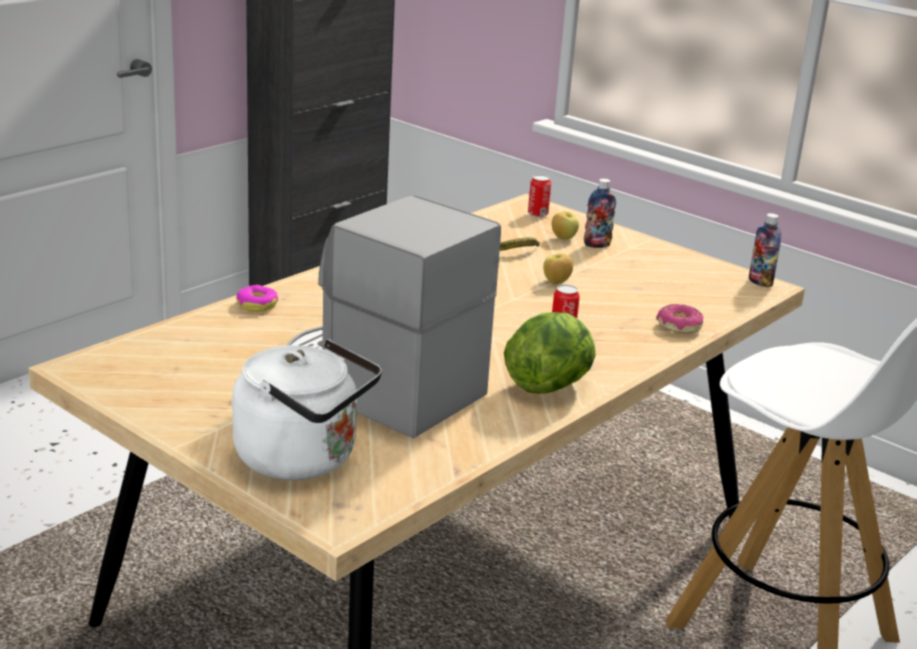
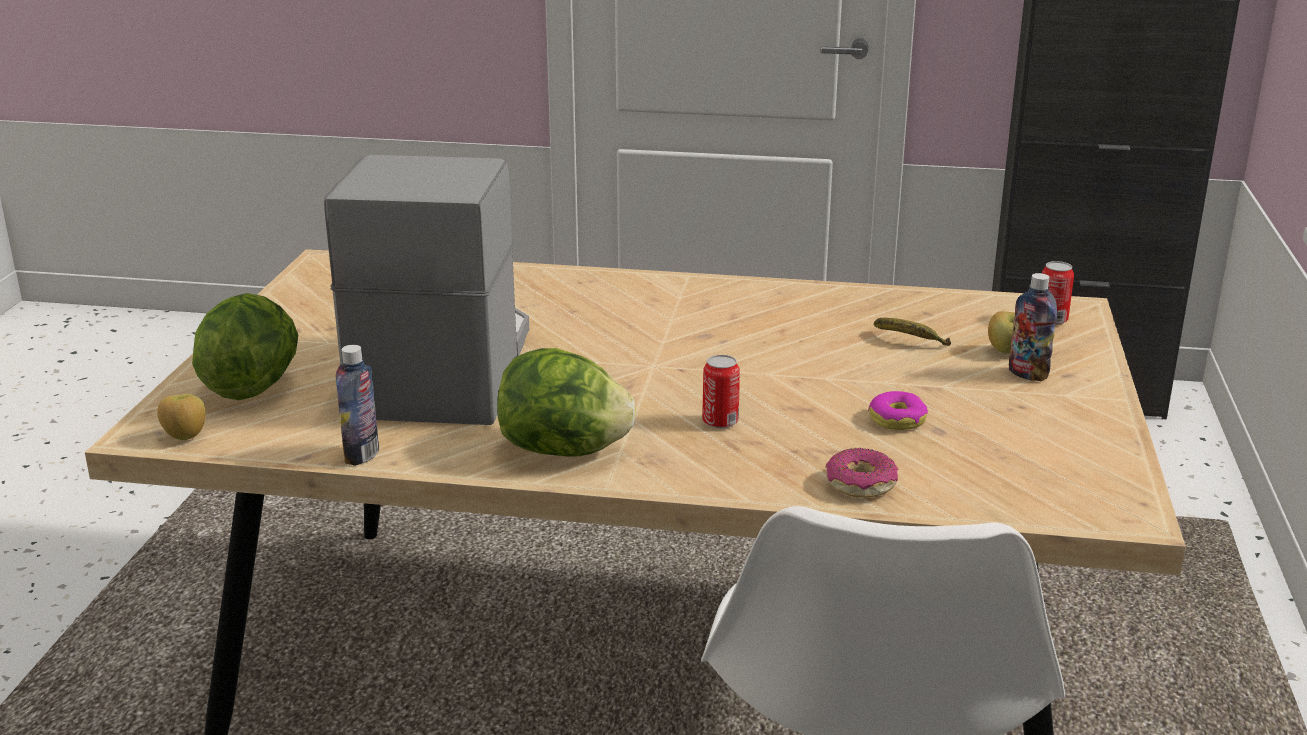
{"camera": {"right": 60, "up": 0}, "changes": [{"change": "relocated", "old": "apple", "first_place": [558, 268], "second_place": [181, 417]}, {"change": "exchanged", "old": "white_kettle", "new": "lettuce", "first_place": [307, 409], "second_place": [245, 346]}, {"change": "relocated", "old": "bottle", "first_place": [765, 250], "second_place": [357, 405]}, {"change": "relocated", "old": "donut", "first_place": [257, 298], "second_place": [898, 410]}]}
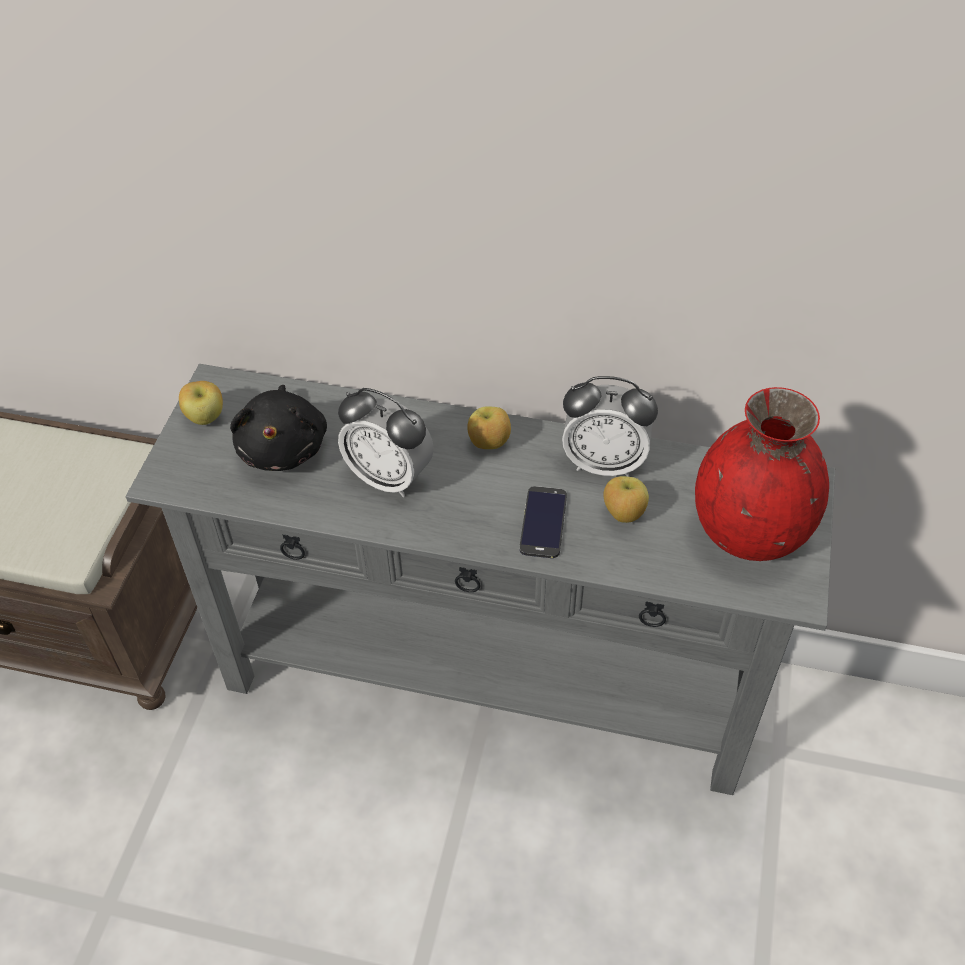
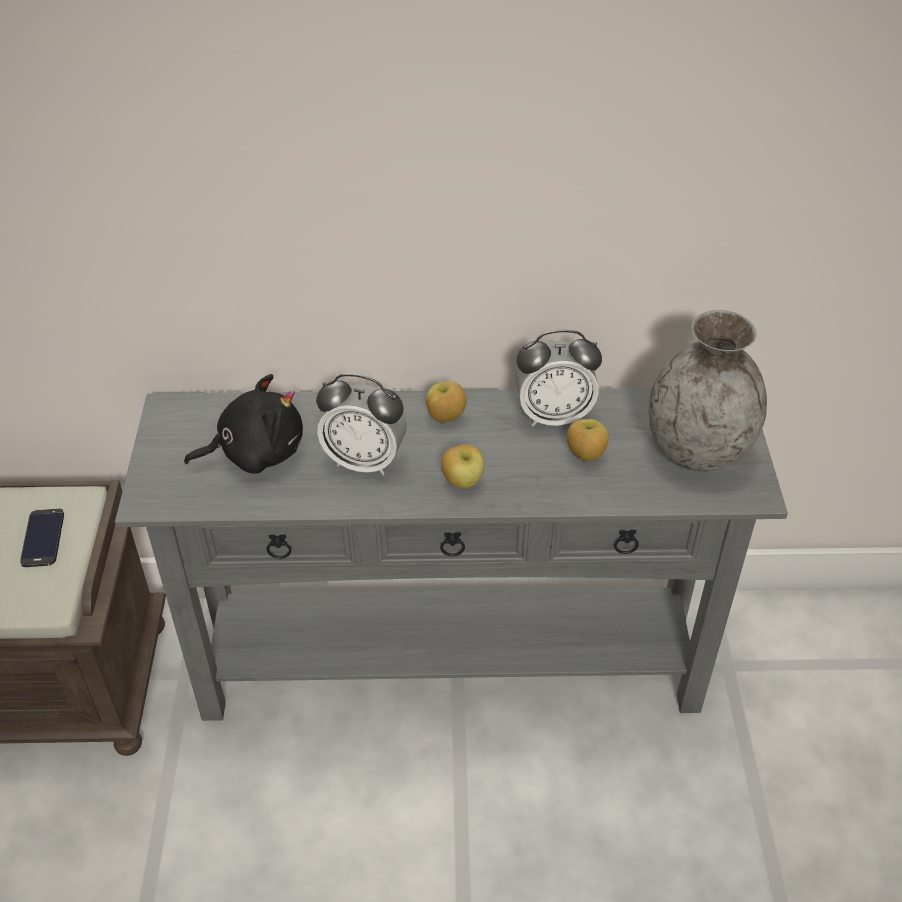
{"camera": {"right": -15, "up": -5}, "changes": [{"change": "relocated", "old": "phone", "first_place": [543, 522], "second_place": [42, 538]}, {"change": "spun", "old": "black_plush_toy", "first_place": [278, 428], "second_place": [243, 424], "degrees": -90}, {"change": "relocated", "old": "apple", "first_place": [201, 403], "second_place": [463, 466]}, {"change": "colour", "old": "red_vase", "new": "grey_vase", "first_place": [762, 474], "second_place": [707, 390]}]}
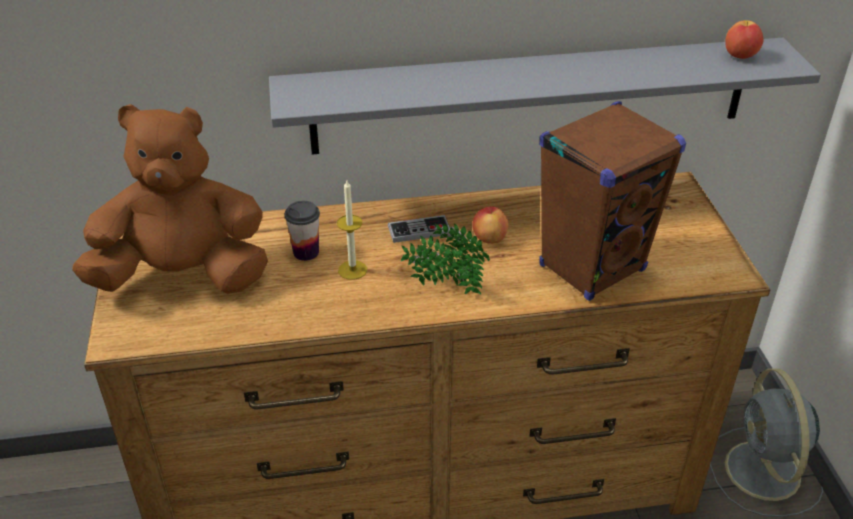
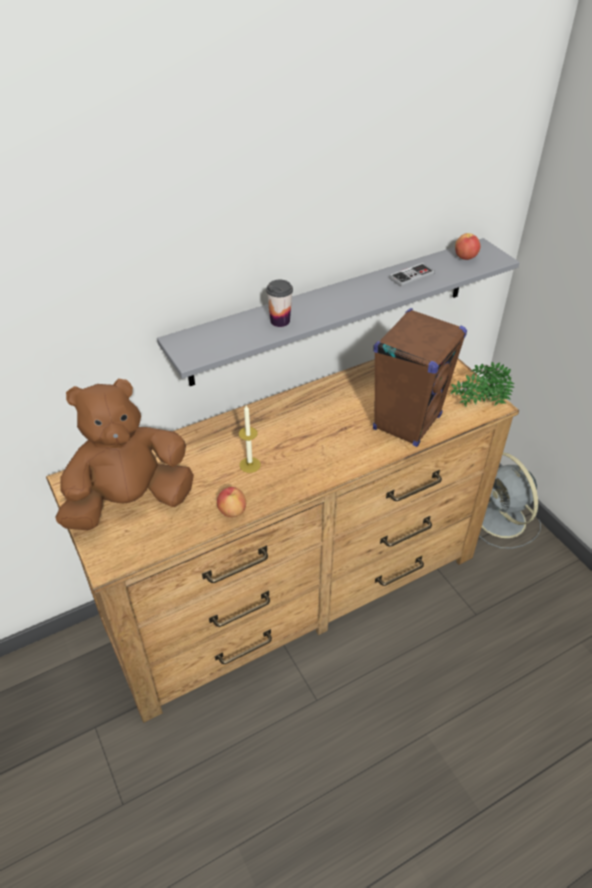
{"camera": {"right": -20, "up": 5}, "changes": [{"change": "relocated", "old": "apple", "first_place": [490, 225], "second_place": [231, 502]}, {"change": "relocated", "old": "cup", "first_place": [302, 231], "second_place": [279, 303]}, {"change": "relocated", "old": "game_controller", "first_place": [419, 229], "second_place": [412, 275]}, {"change": "relocated", "old": "potted_plant", "first_place": [445, 259], "second_place": [482, 384]}]}
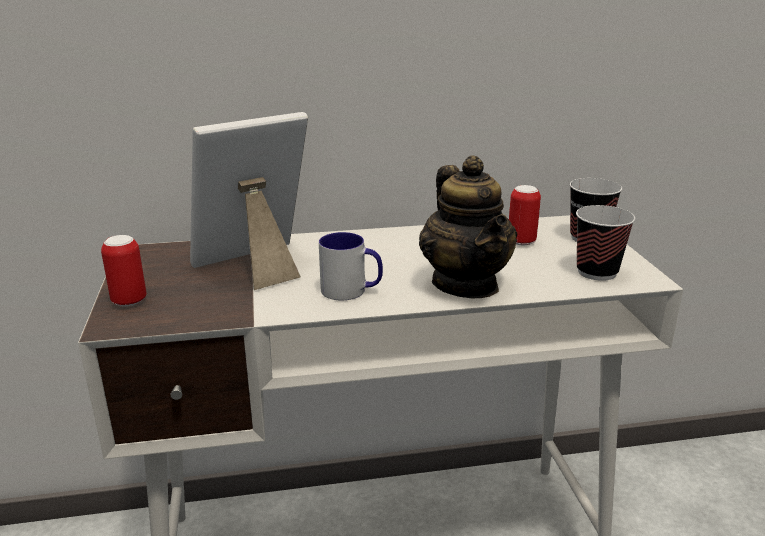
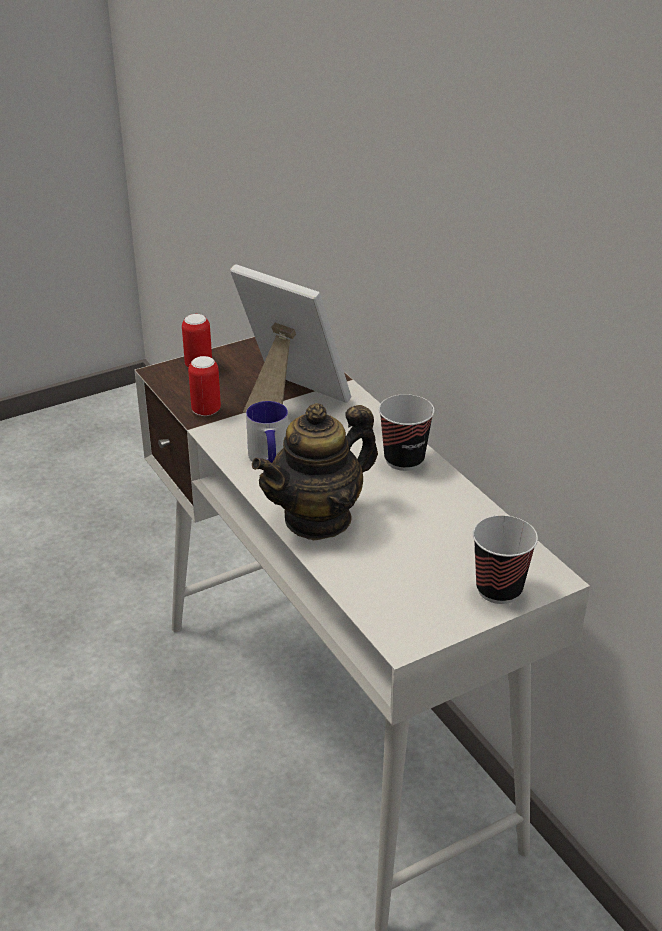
{"camera": {"right": 70, "up": 10}, "changes": [{"change": "relocated", "old": "can", "first_place": [525, 215], "second_place": [204, 386]}, {"change": "relocated", "old": "cup", "first_place": [605, 243], "second_place": [407, 432]}]}
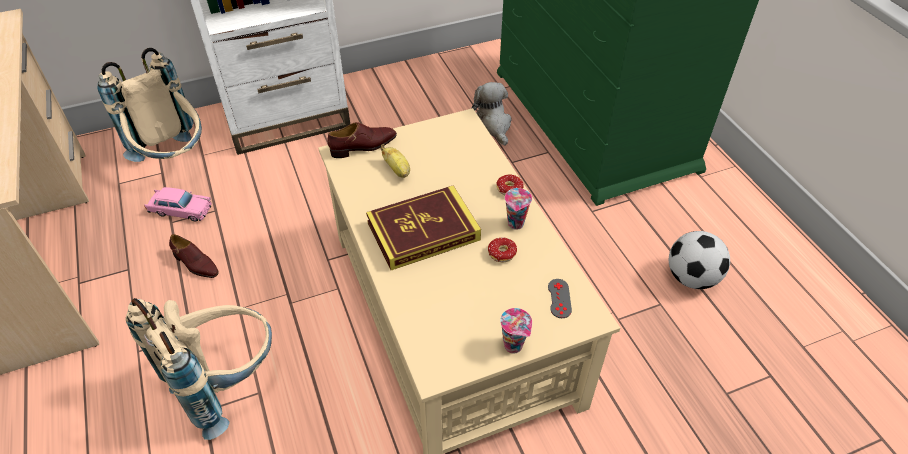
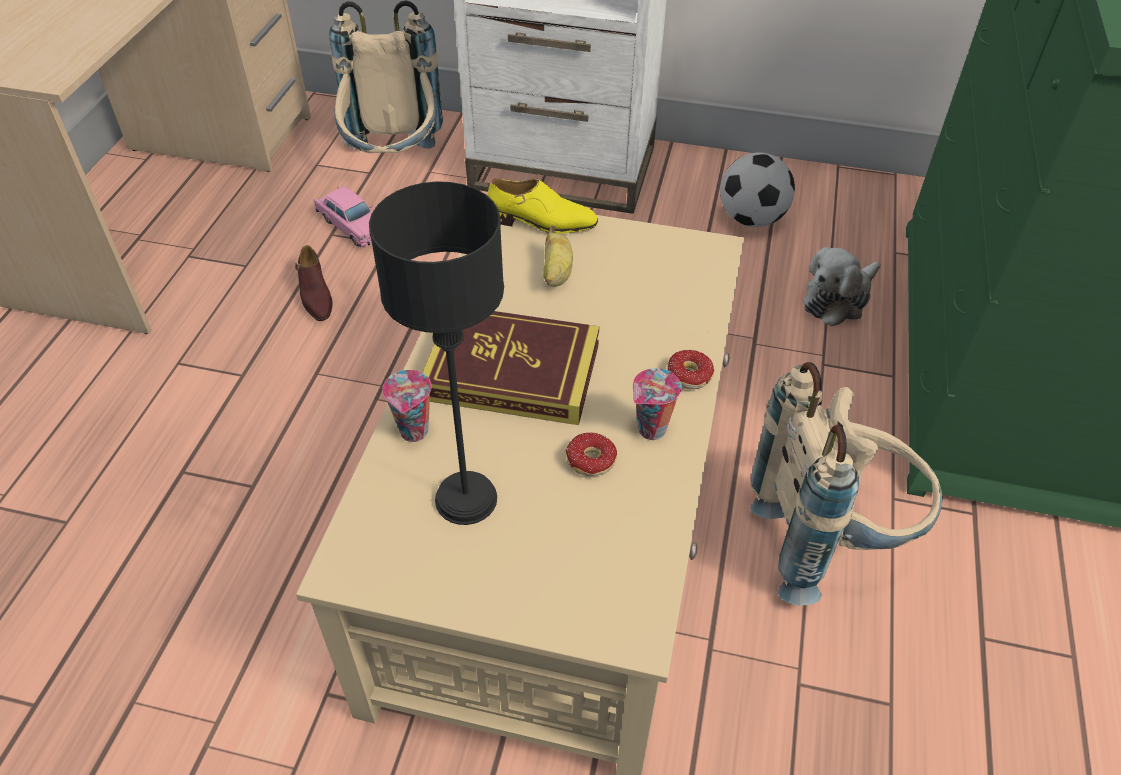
{"camera": {"right": 35, "up": 0}, "changes": [{"change": "appeared", "new": "black_table_lamp", "second_place": [436, 353]}, {"change": "relocated", "old": "cup", "first_place": [516, 330], "second_place": [407, 406]}, {"change": "colour", "old": "brown_shoe", "new": "yellow_shoe", "first_place": [362, 140], "second_place": [543, 206]}, {"change": "relocated", "old": "football", "first_place": [699, 260], "second_place": [757, 189]}, {"change": "relocated", "old": "beige_backpack", "first_place": [199, 369], "second_place": [846, 484]}, {"change": "spun", "old": "plush_toy", "first_place": [491, 114], "second_place": [842, 287], "degrees": -150}, {"change": "missing", "old": "grey_game_controller", "first_place": [560, 298]}]}
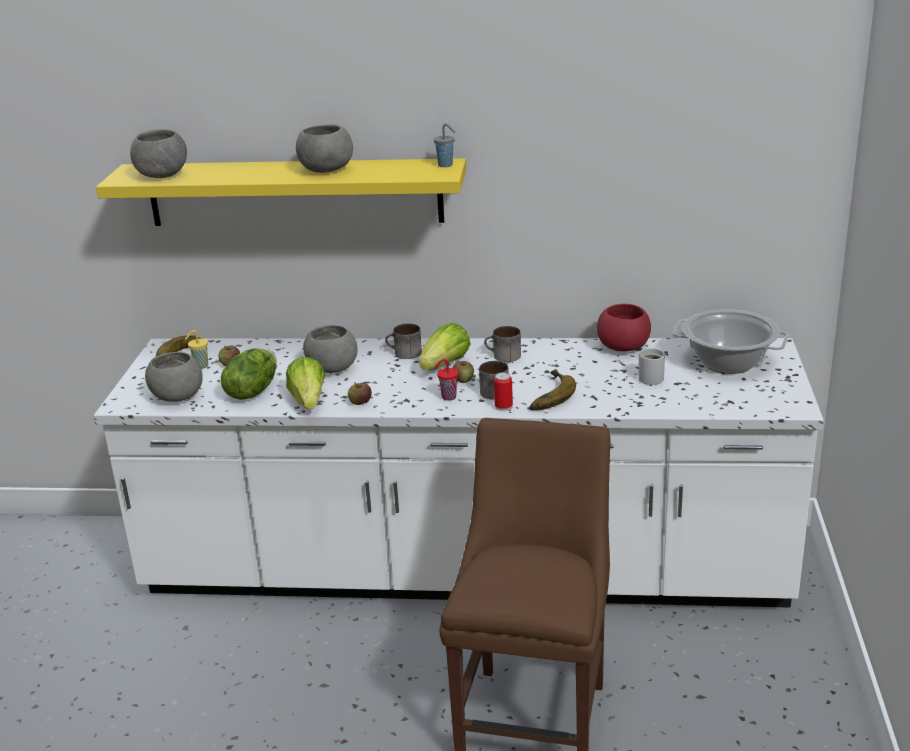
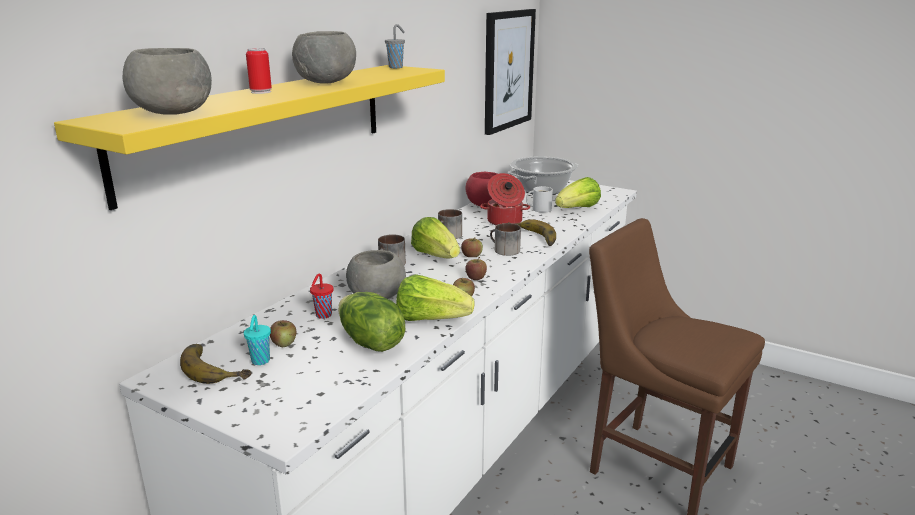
{"camera": {"right": -65, "up": -5}, "changes": [{"change": "colour", "old": "yellow_cup", "new": "turquoise_cup", "first_place": [196, 349], "second_place": [257, 340]}, {"change": "relocated", "old": "can", "first_place": [503, 391], "second_place": [259, 71]}, {"change": "relocated", "old": "red_cup", "first_place": [446, 380], "second_place": [321, 296]}, {"change": "appeared", "new": "apple", "second_place": [476, 268]}, {"change": "appeared", "new": "cooking_pot", "second_place": [505, 199]}, {"change": "appeared", "new": "picture", "second_place": [510, 72]}, {"change": "appeared", "new": "lettuce", "second_place": [578, 192]}, {"change": "missing", "old": "grey_bowl", "first_place": [174, 377]}]}
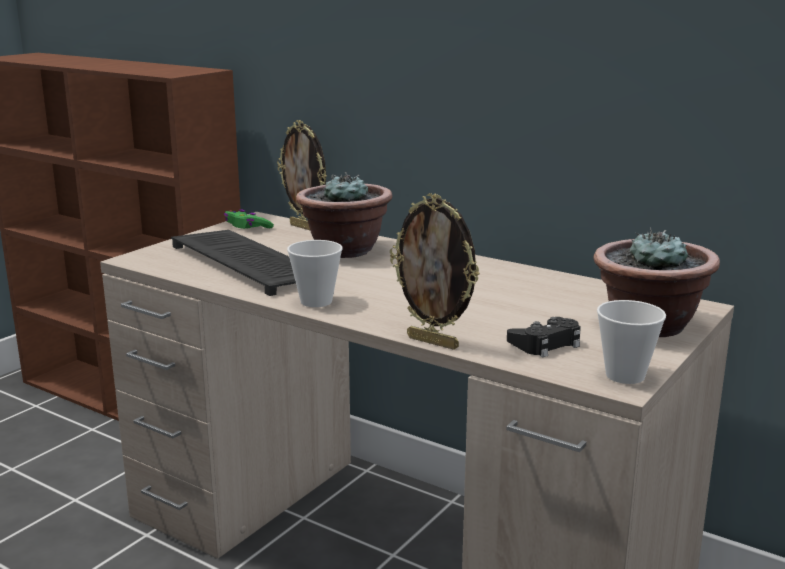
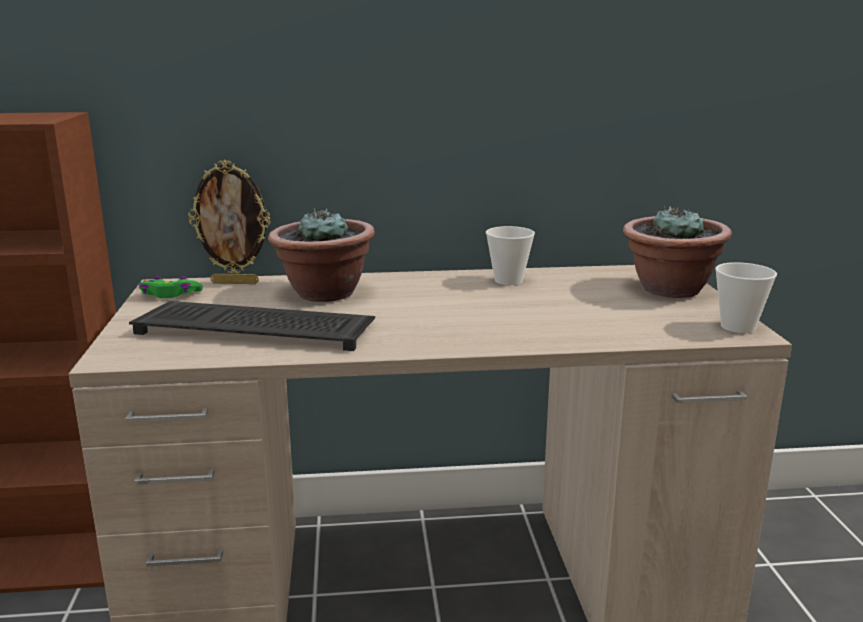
{"camera": {"right": -40, "up": 0}, "changes": [{"change": "relocated", "old": "cup", "first_place": [314, 273], "second_place": [510, 255]}, {"change": "missing", "old": "picture_frame", "first_place": [435, 271]}, {"change": "missing", "old": "black_game_controller", "first_place": [544, 337]}]}
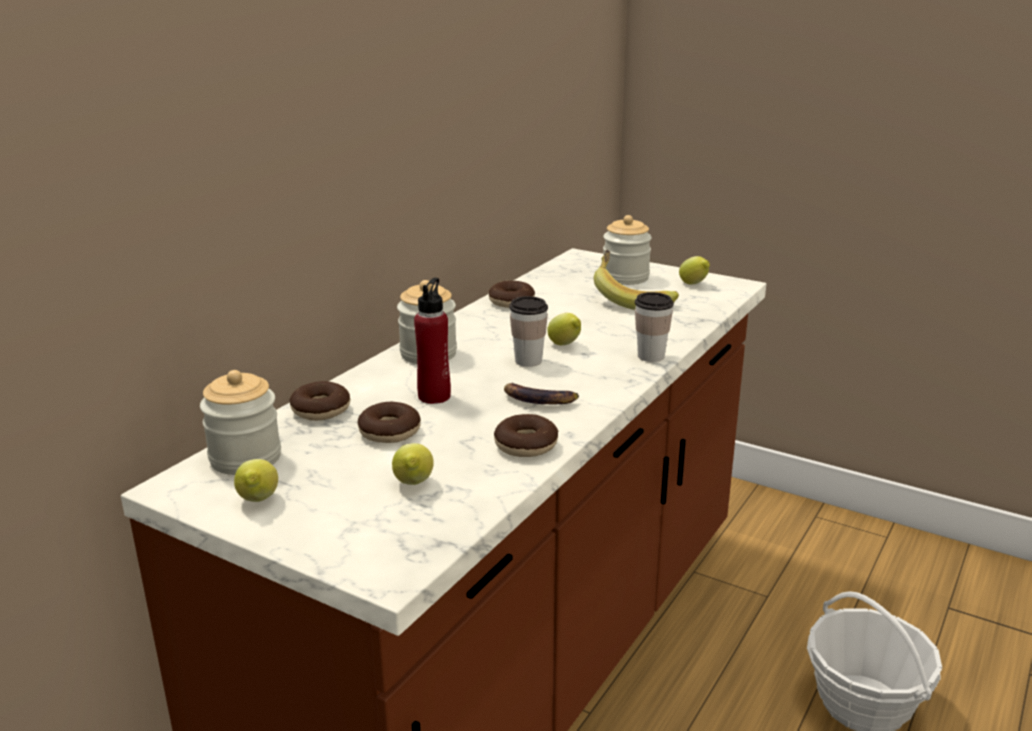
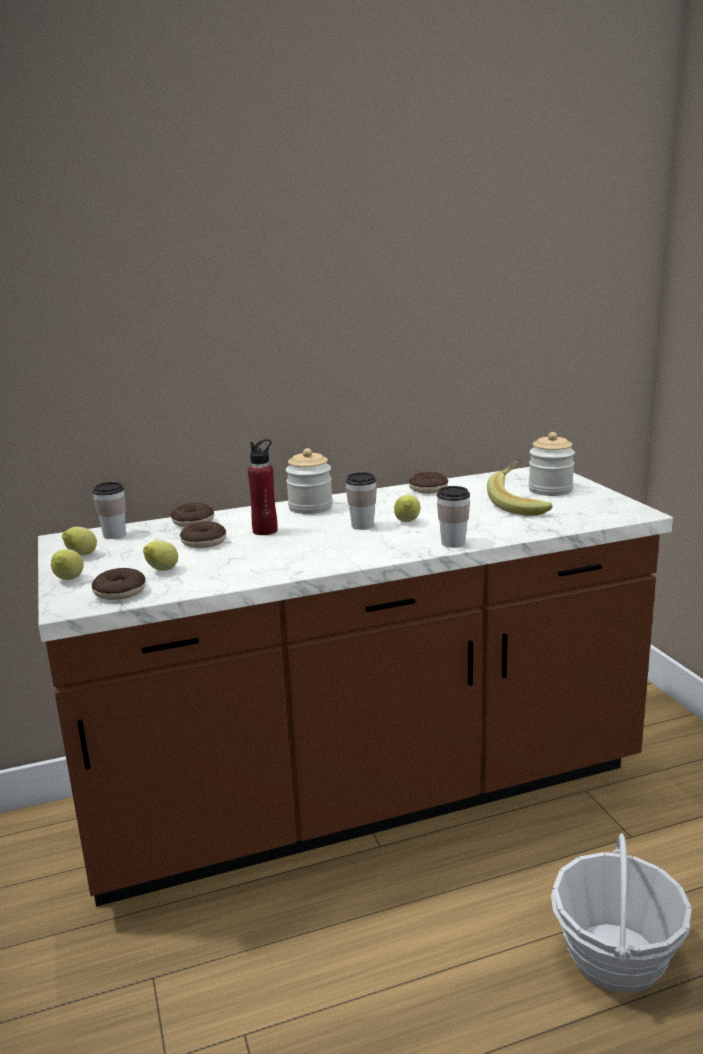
{"camera": {"right": 40, "up": -5}, "changes": [{"change": "relocated", "old": "lemon", "first_place": [694, 270], "second_place": [67, 564]}, {"change": "exchanged", "old": "jar", "new": "cup", "first_place": [240, 422], "second_place": [109, 510]}, {"change": "relocated", "old": "donut", "first_place": [526, 435], "second_place": [119, 584]}, {"change": "missing", "old": "banana", "first_place": [541, 393]}]}
